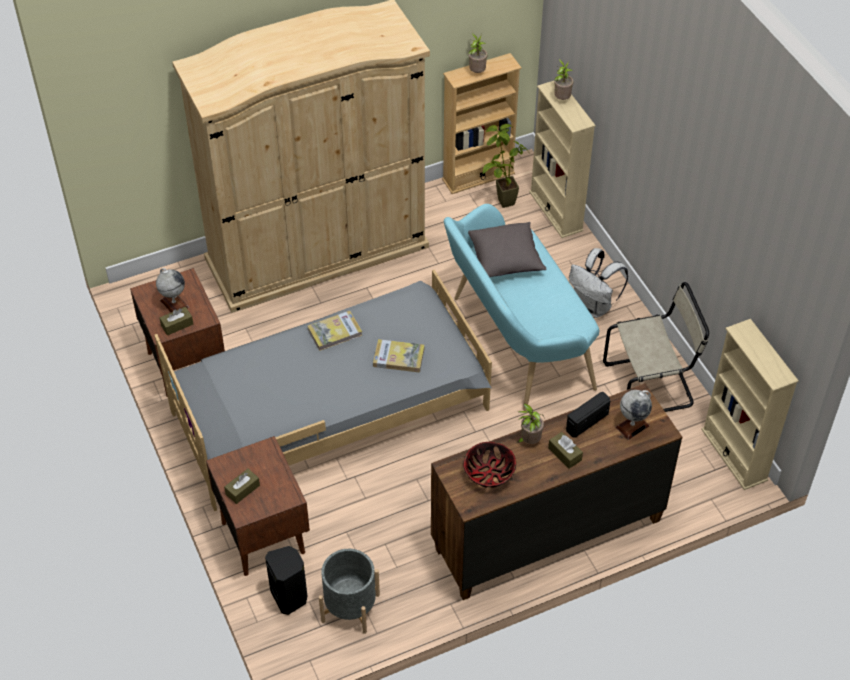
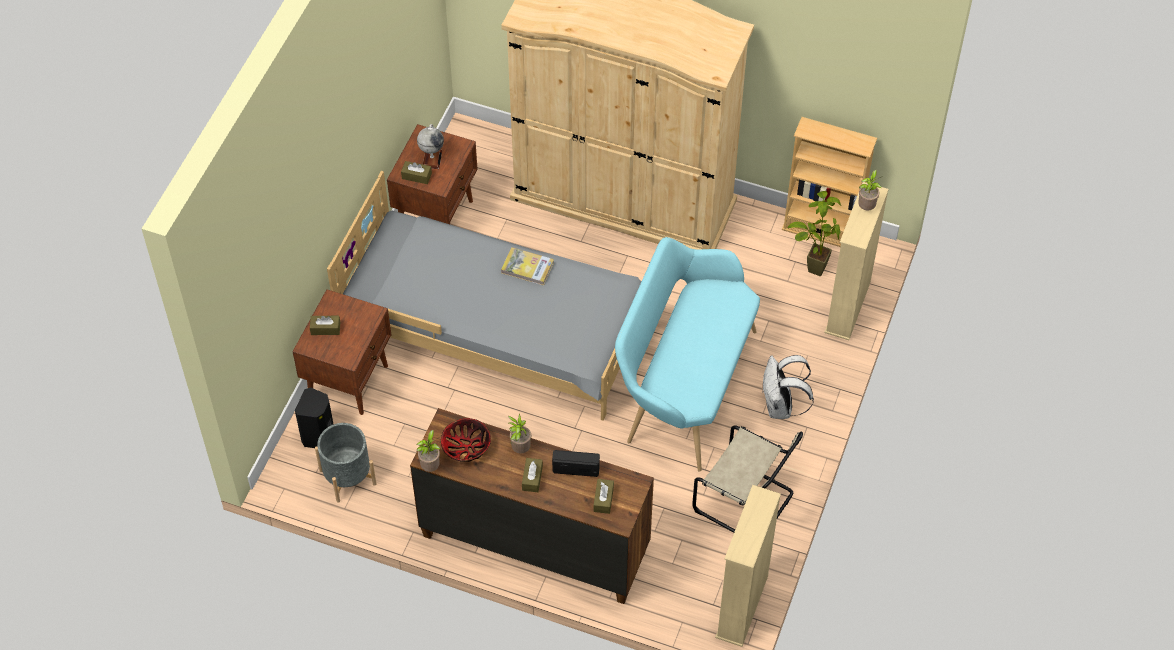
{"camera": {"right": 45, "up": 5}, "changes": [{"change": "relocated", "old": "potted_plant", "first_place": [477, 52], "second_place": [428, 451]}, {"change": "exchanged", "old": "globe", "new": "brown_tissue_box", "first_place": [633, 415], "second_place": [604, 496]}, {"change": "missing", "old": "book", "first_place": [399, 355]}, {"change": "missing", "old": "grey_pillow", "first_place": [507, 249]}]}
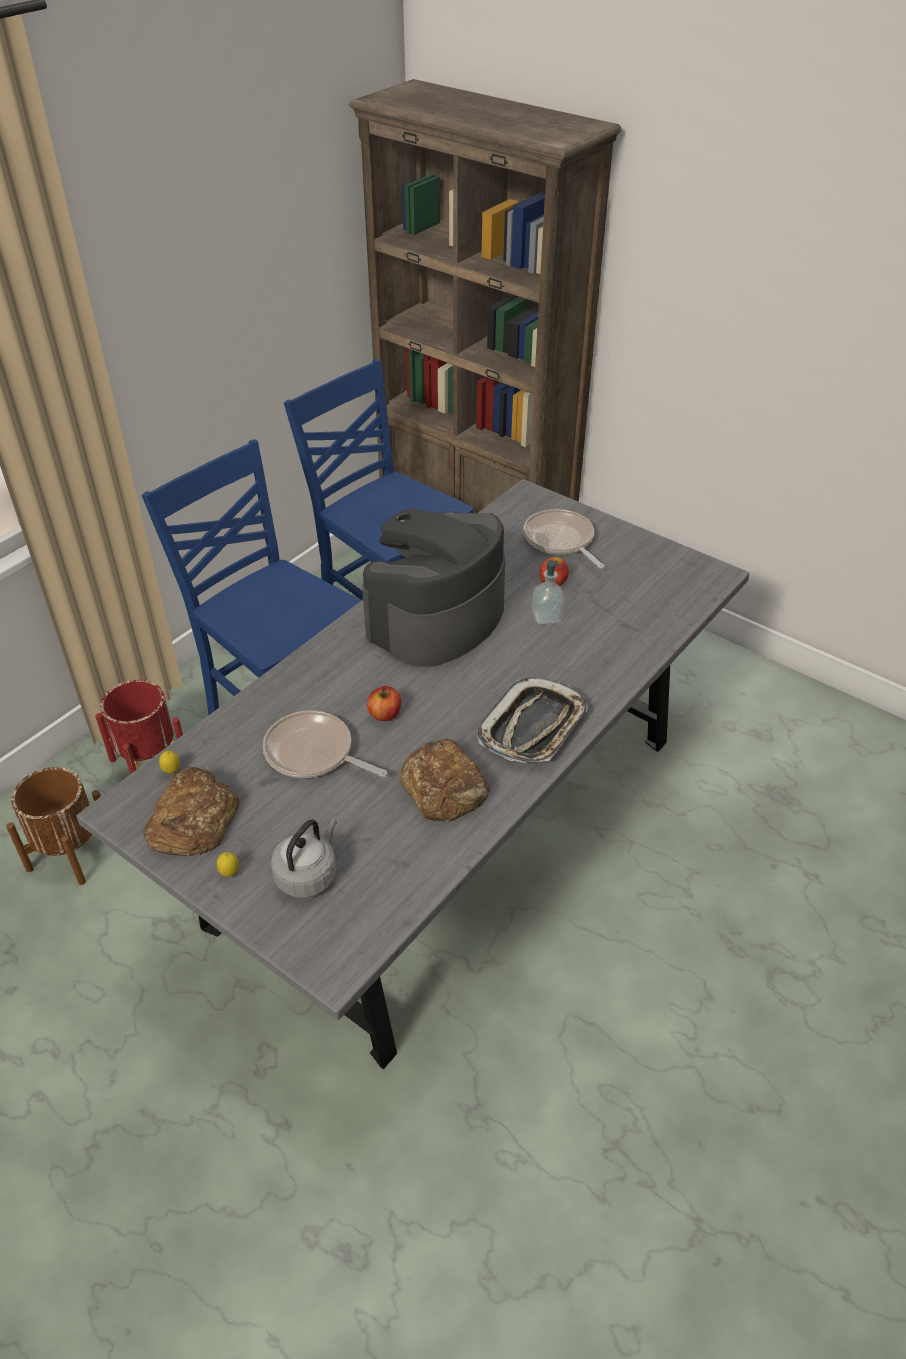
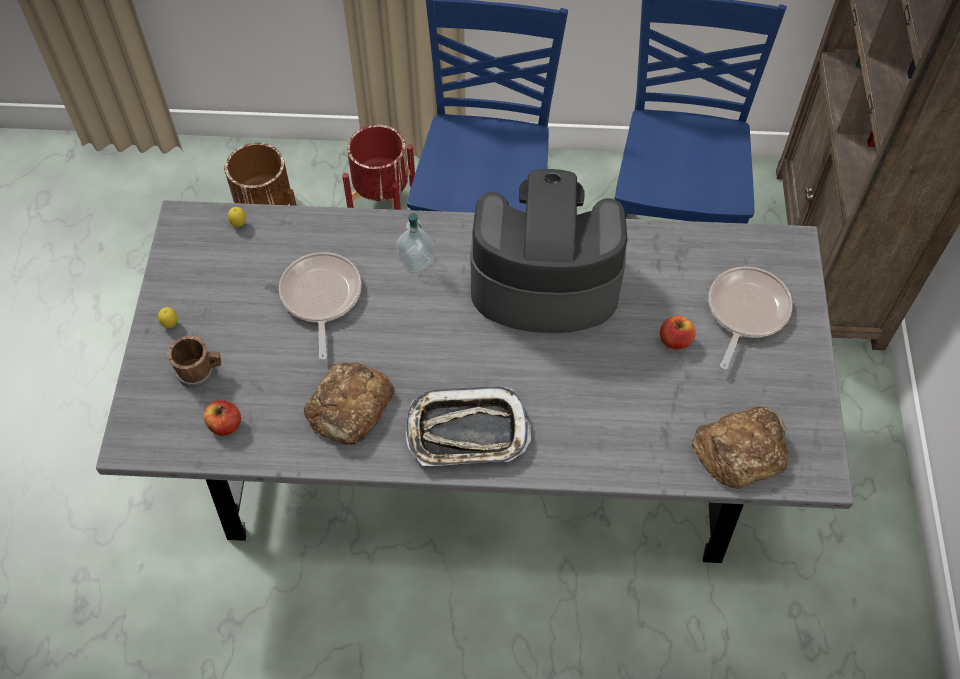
{"camera": {"right": 55, "up": 15}, "changes": [{"change": "exchanged", "old": "grey_kettle", "new": "brown_mug", "first_place": [304, 858], "second_place": [194, 362]}, {"change": "relocated", "old": "apple", "first_place": [384, 703], "second_place": [222, 418]}, {"change": "relocated", "old": "soap_dispenser", "first_place": [548, 592], "second_place": [415, 243]}, {"change": "relocated", "old": "bread", "first_place": [191, 811], "second_place": [740, 447]}]}
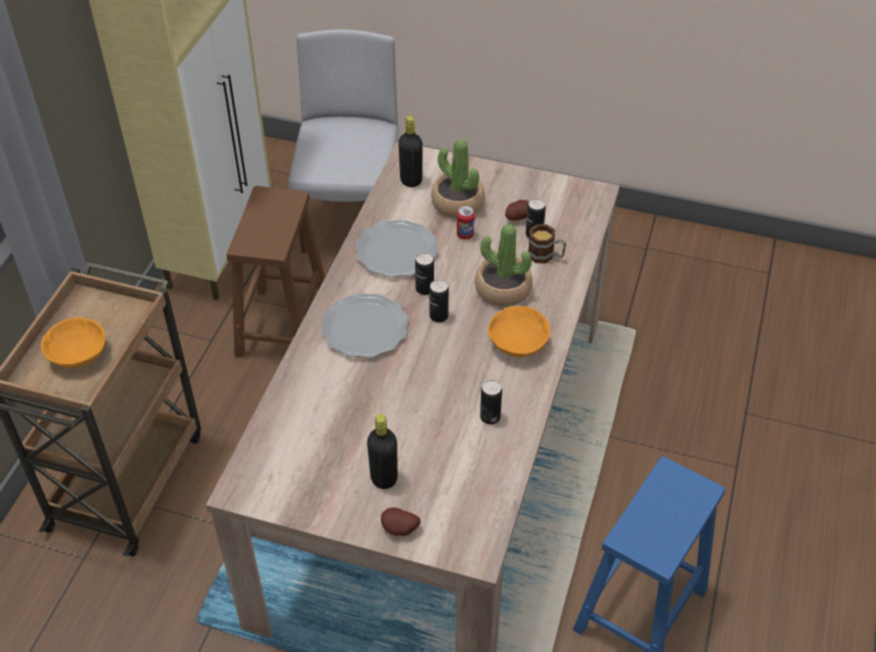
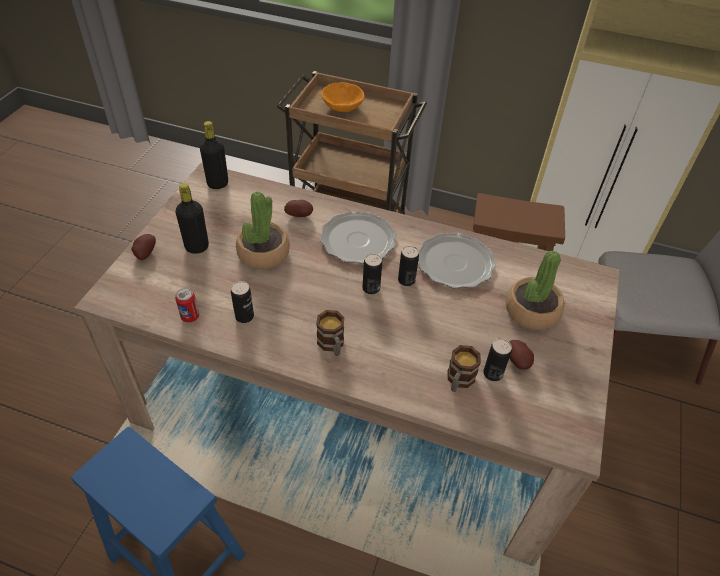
{"camera": {"right": 90, "up": 0}, "changes": [{"change": "relocated", "old": "can", "first_place": [466, 223], "second_place": [187, 305]}, {"change": "relocated", "old": "black_bottle", "first_place": [410, 151], "second_place": [214, 155]}, {"change": "relocated", "old": "potted_plant", "first_place": [504, 265], "second_place": [263, 231]}, {"change": "appeared", "new": "potato", "second_place": [298, 208]}, {"change": "exchanged", "old": "orange_bowl", "new": "mug", "first_place": [519, 331], "second_place": [330, 333]}]}
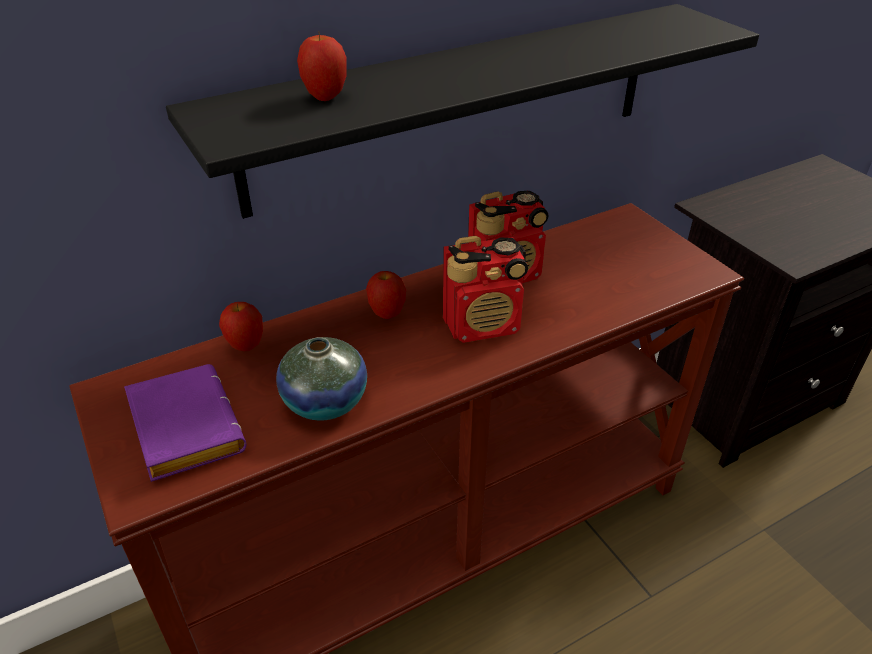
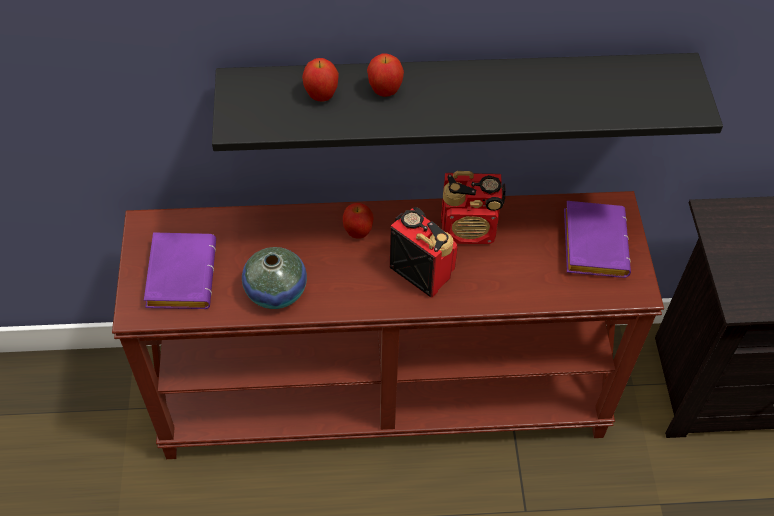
{"camera": {"right": 25, "up": 15}, "changes": [{"change": "relocated", "old": "apple", "first_place": [241, 326], "second_place": [385, 75]}, {"change": "spun", "old": "radio", "first_place": [485, 289], "second_place": [424, 252], "degrees": -150}, {"change": "appeared", "new": "purple_book", "second_place": [597, 239]}]}
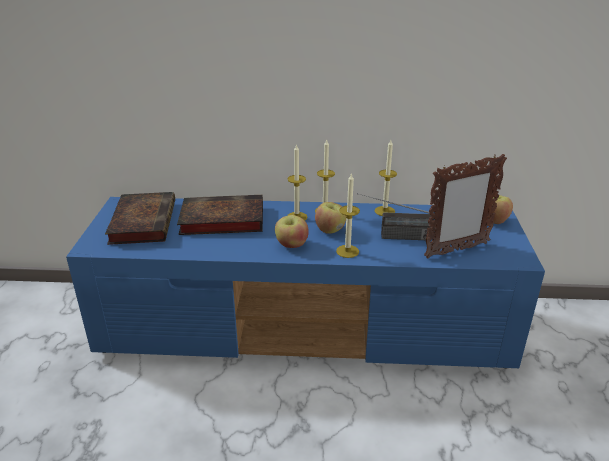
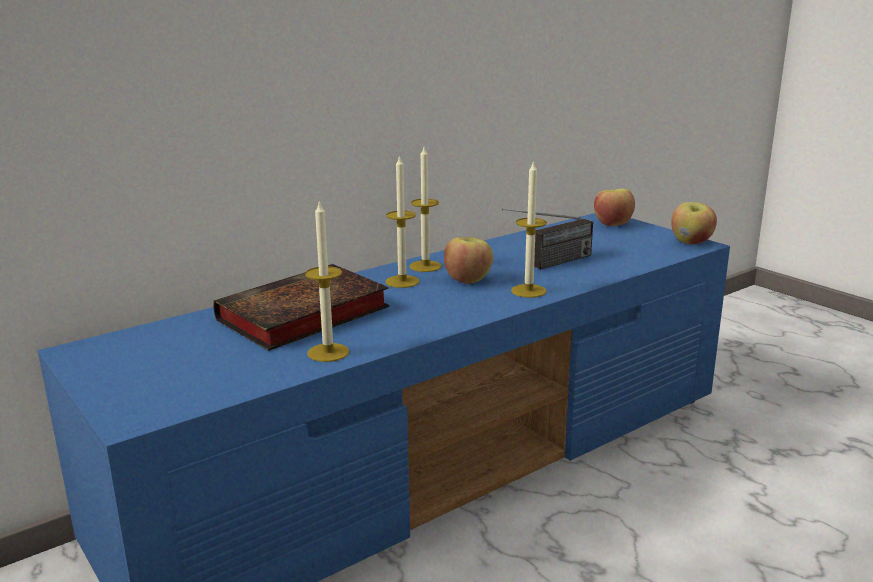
{"camera": {"right": -40, "up": -10}, "changes": [{"change": "relocated", "old": "candle", "first_place": [386, 178], "second_place": [327, 281]}, {"change": "relocated", "old": "apple", "first_place": [292, 231], "second_place": [694, 223]}, {"change": "missing", "old": "book", "first_place": [140, 218]}, {"change": "missing", "old": "picture_frame", "first_place": [465, 206]}]}
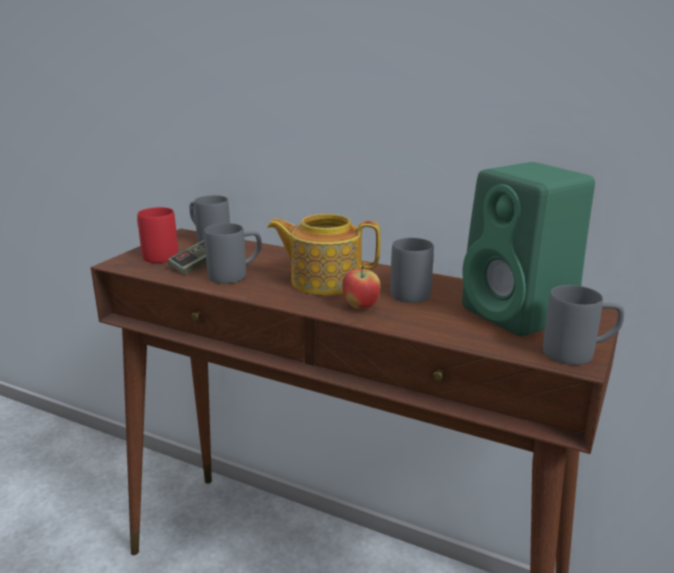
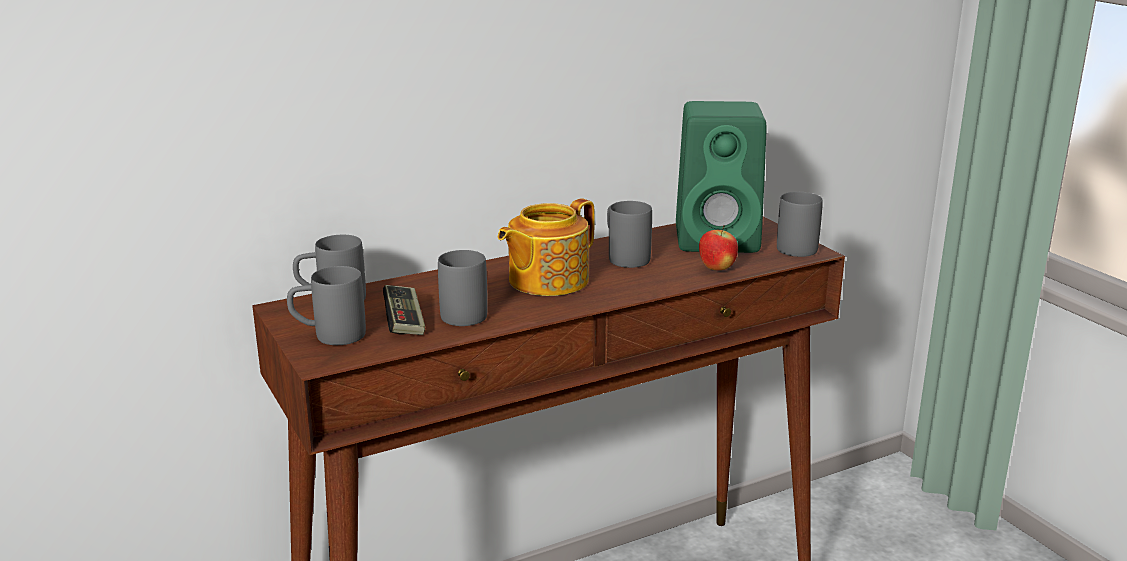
{"camera": {"right": -55, "up": 0}, "changes": [{"change": "colour", "old": "red_mug", "new": "grey_mug", "first_place": [157, 235], "second_place": [326, 305]}, {"change": "relocated", "old": "apple", "first_place": [361, 287], "second_place": [718, 247]}]}
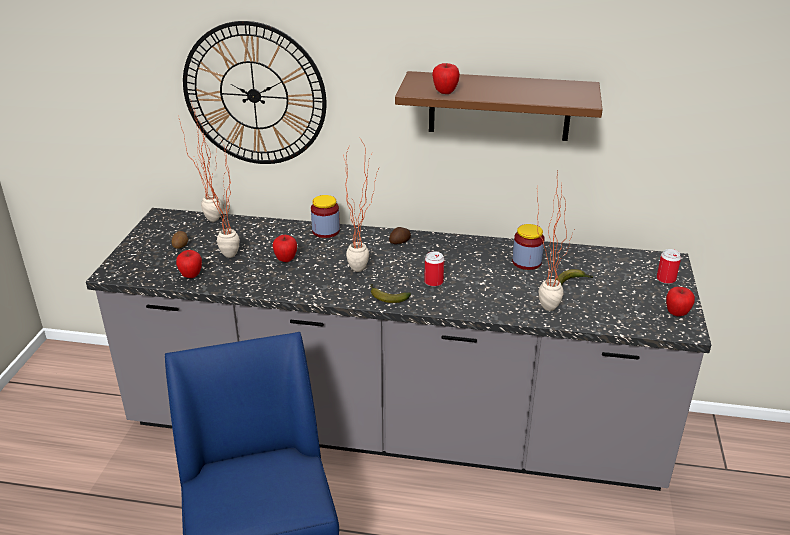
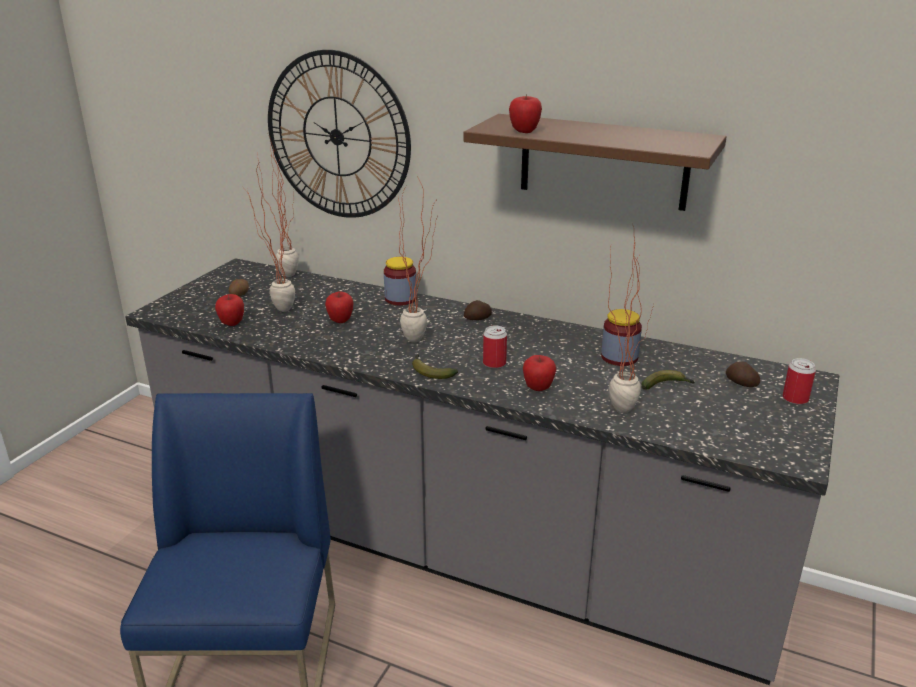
{"camera": {"right": 15, "up": -5}, "changes": [{"change": "relocated", "old": "apple", "first_place": [680, 301], "second_place": [539, 373]}, {"change": "appeared", "new": "potato", "second_place": [743, 374]}]}
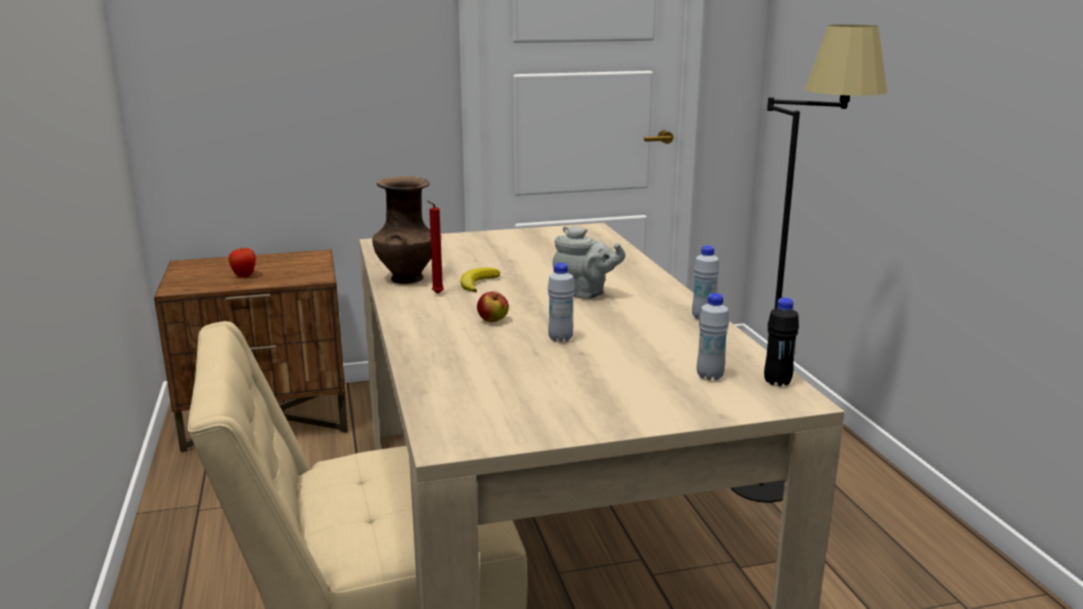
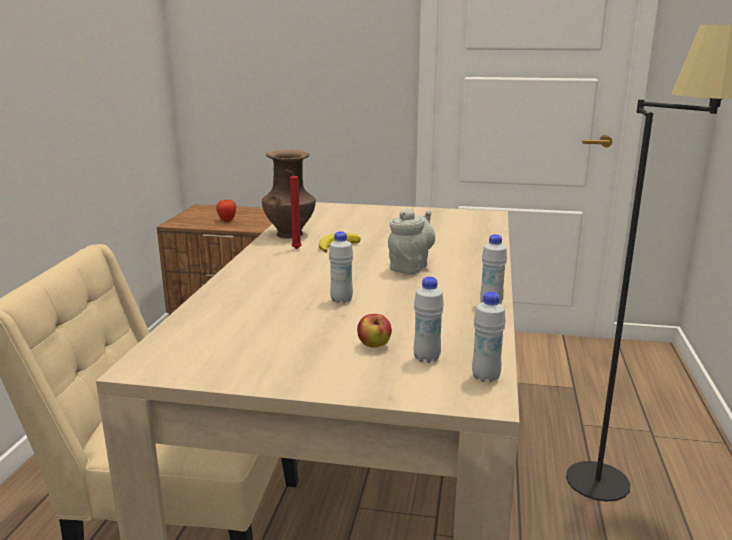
{"camera": {"right": 25, "up": 0}, "changes": [{"change": "relocated", "old": "apple", "first_place": [493, 307], "second_place": [374, 331]}, {"change": "spun", "old": "grey_teapot", "first_place": [589, 262], "second_place": [411, 241], "degrees": -105}, {"change": "colour", "old": "black_bottle", "new": "white_bottle", "first_place": [781, 341], "second_place": [489, 336]}]}
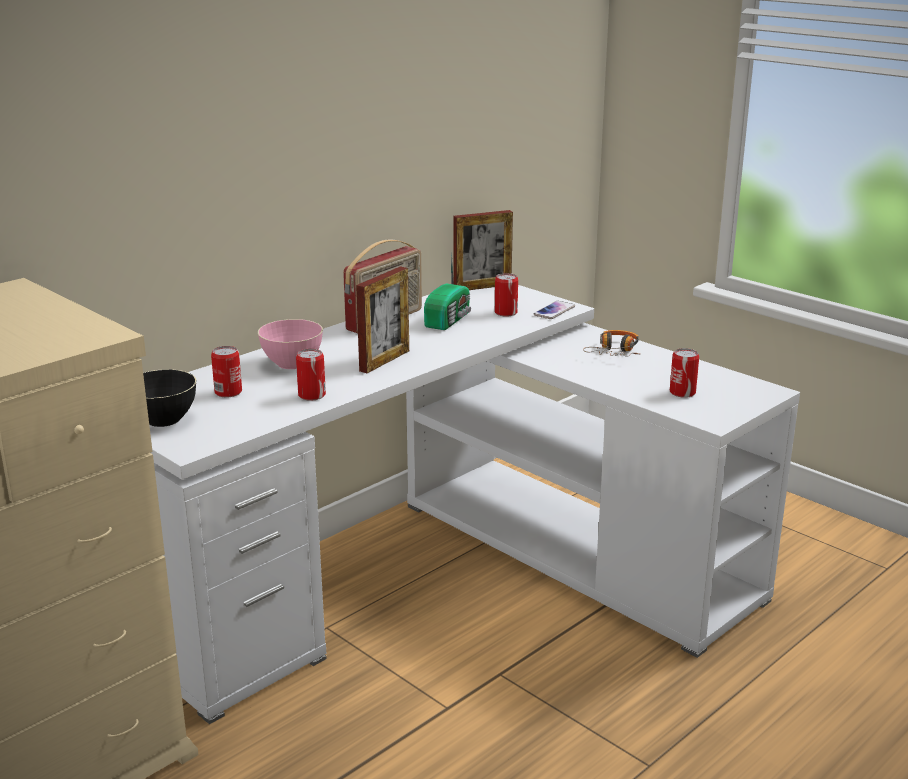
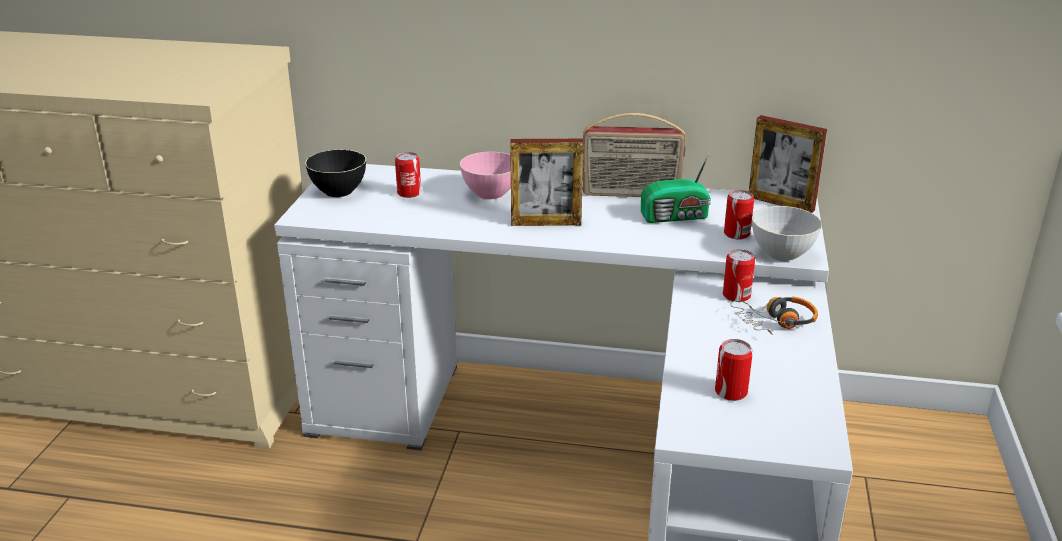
{"camera": {"right": 55, "up": 5}, "changes": [{"change": "relocated", "old": "can", "first_place": [311, 375], "second_place": [739, 275]}, {"change": "exchanged", "old": "phone", "new": "grey_bowl", "first_place": [554, 310], "second_place": [787, 233]}]}
